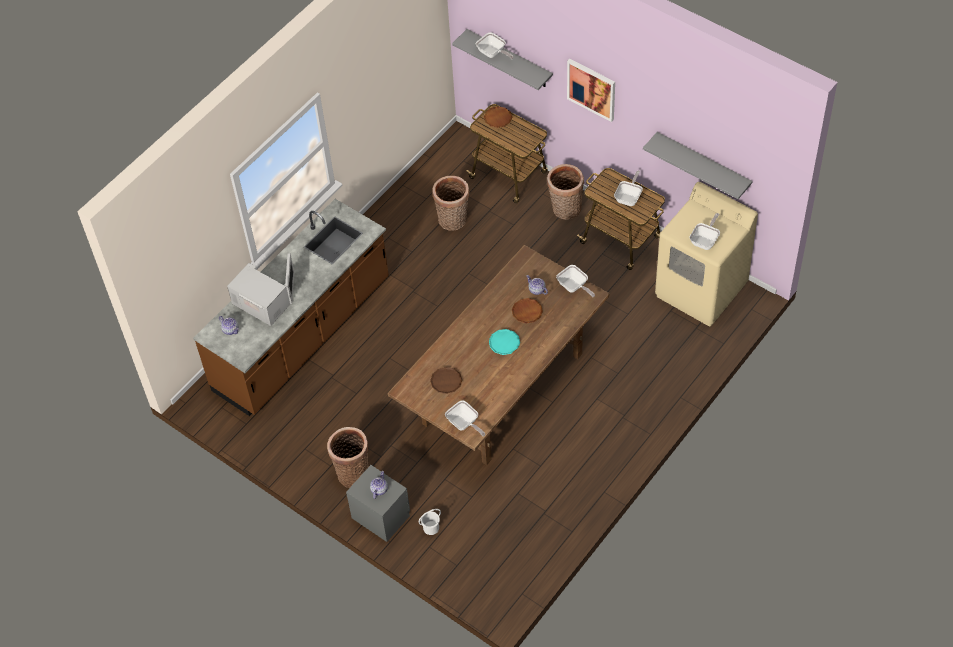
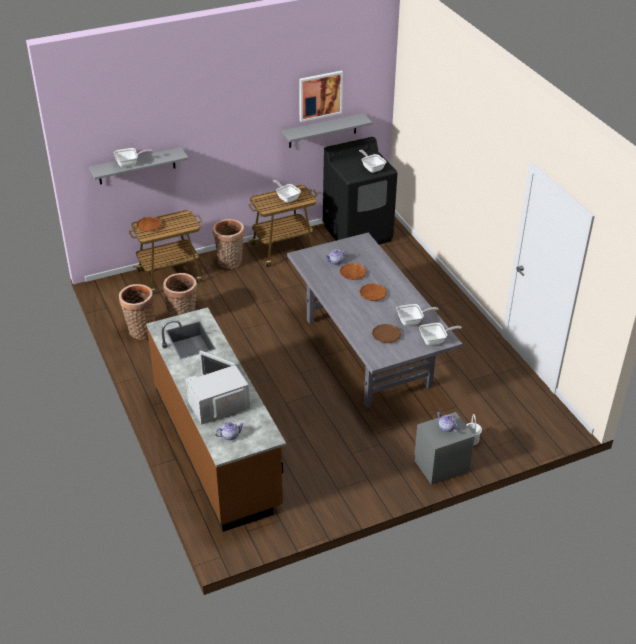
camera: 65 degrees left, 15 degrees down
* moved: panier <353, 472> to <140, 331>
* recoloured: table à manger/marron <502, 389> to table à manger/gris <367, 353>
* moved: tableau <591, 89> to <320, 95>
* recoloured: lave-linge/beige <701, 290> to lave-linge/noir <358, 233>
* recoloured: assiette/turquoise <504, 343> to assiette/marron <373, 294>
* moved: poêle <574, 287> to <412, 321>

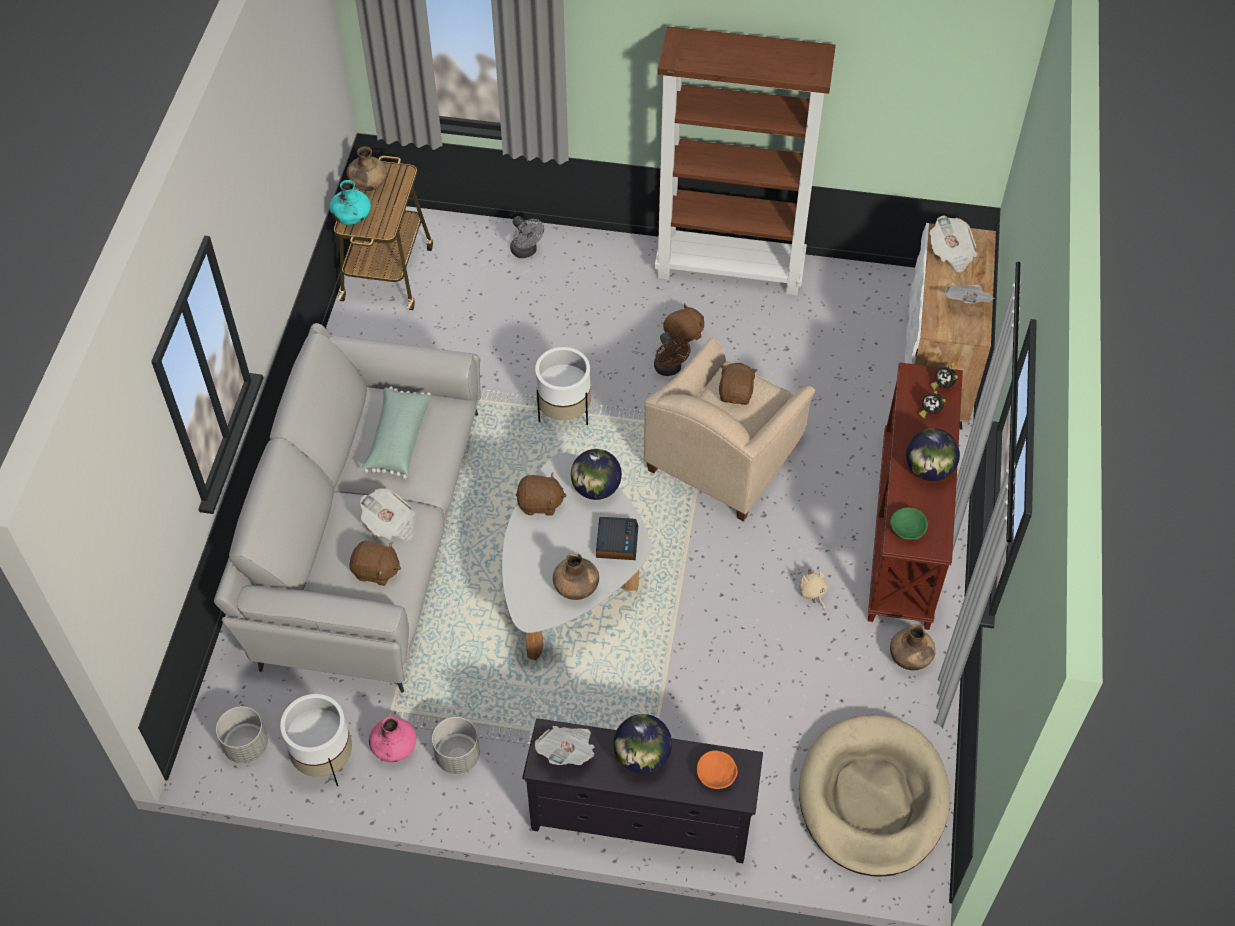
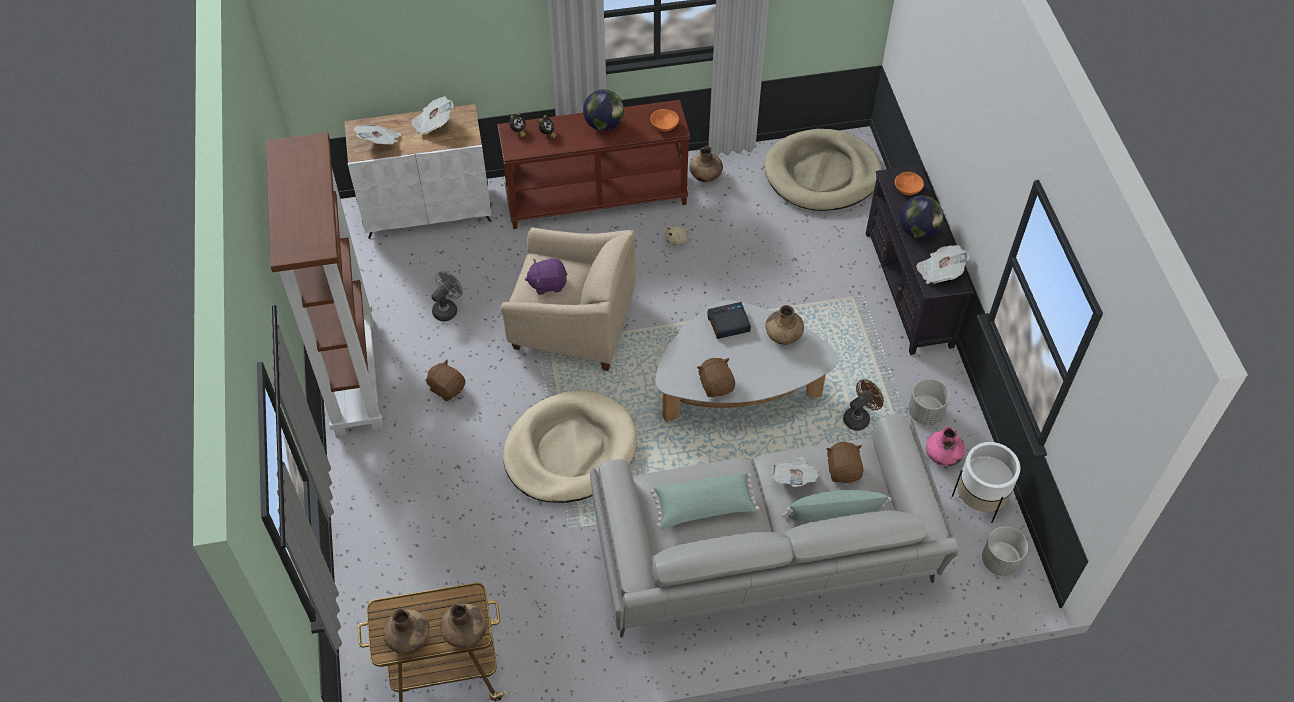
camera: 110 degrees left, 0 degrees up
* moved: ventilateur/gris <526, 252> to <447, 309>
* recoloured: vase/turquoise <352, 218> to vase/marron <465, 633>
* replaced: cache-pot/blanc <564, 413> to panier pour chien/beige <570, 450>
* recoloured: peluche/marron <736, 393> to peluche/violet <547, 284>
* recoloured: bol/vert <907, 530> to bol/orange <664, 126>
* added: coussin/vert <833, 514>
* moved: ventilateur/marron <669, 369> to <859, 417>
* removed: globe <596, 489>

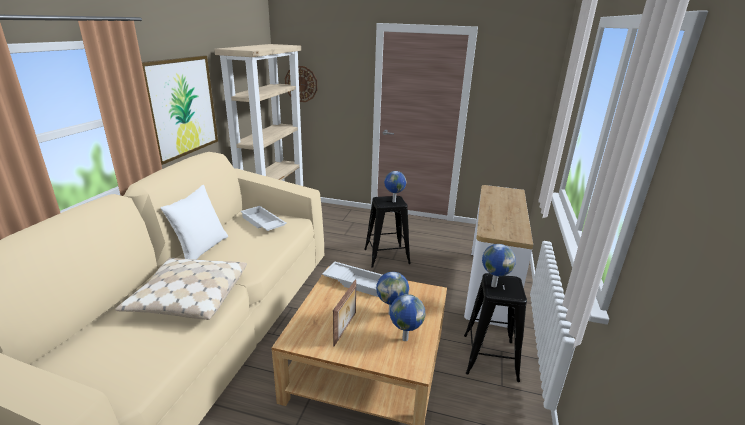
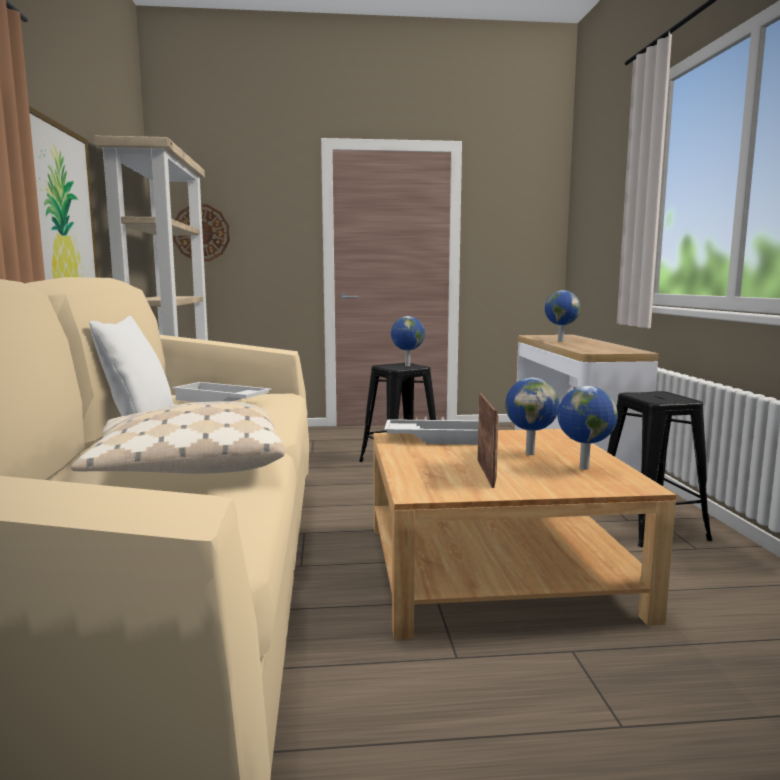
camera: 20 degrees left, 15 degrees down
* moved: globe <493, 285> to <560, 341>

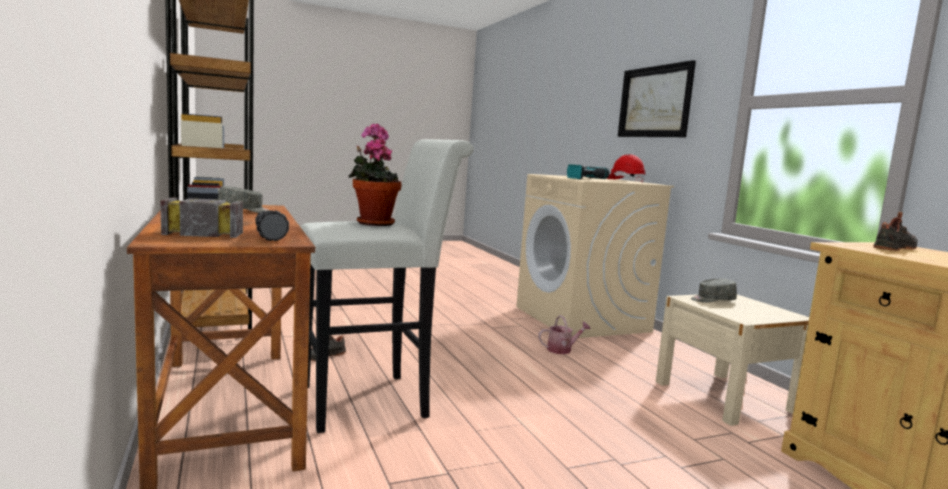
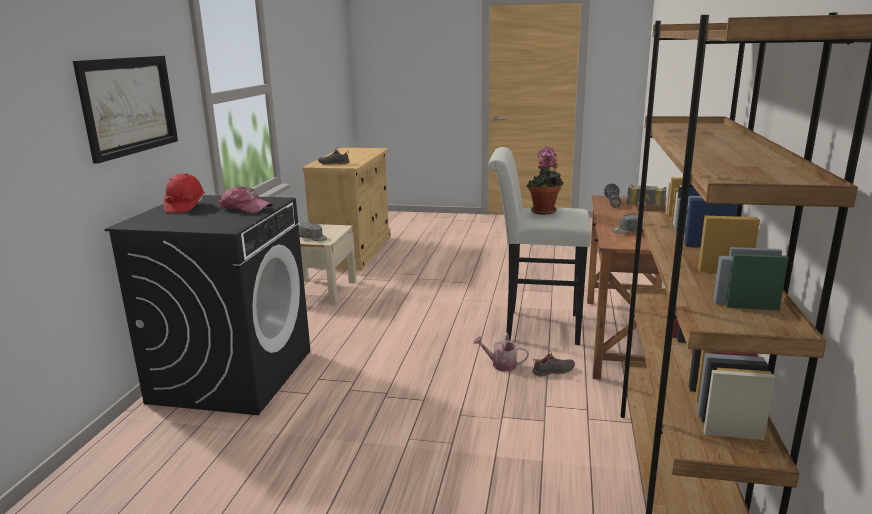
camera: 145 degrees left, 10 degrees up
* recoloured: lave-linge/beige <582, 319> to lave-linge/noir <233, 375>
* replaced: perceuse <582, 178> to casquette <245, 208>
* moved: arrosoir <562, 349> to <500, 365>

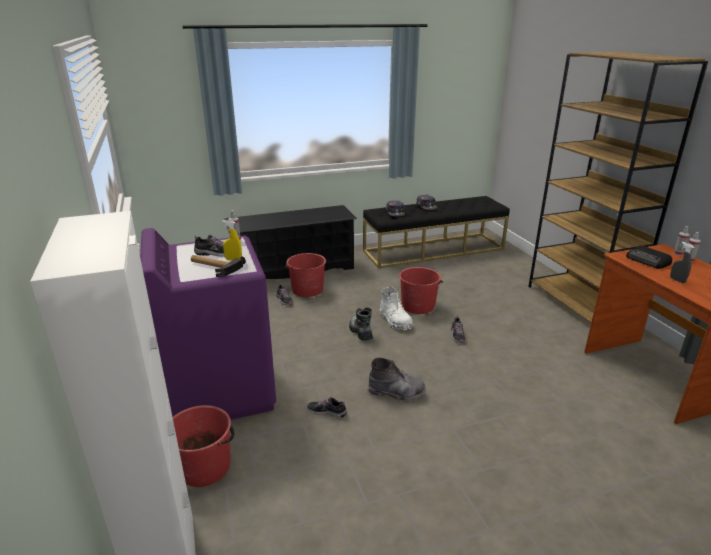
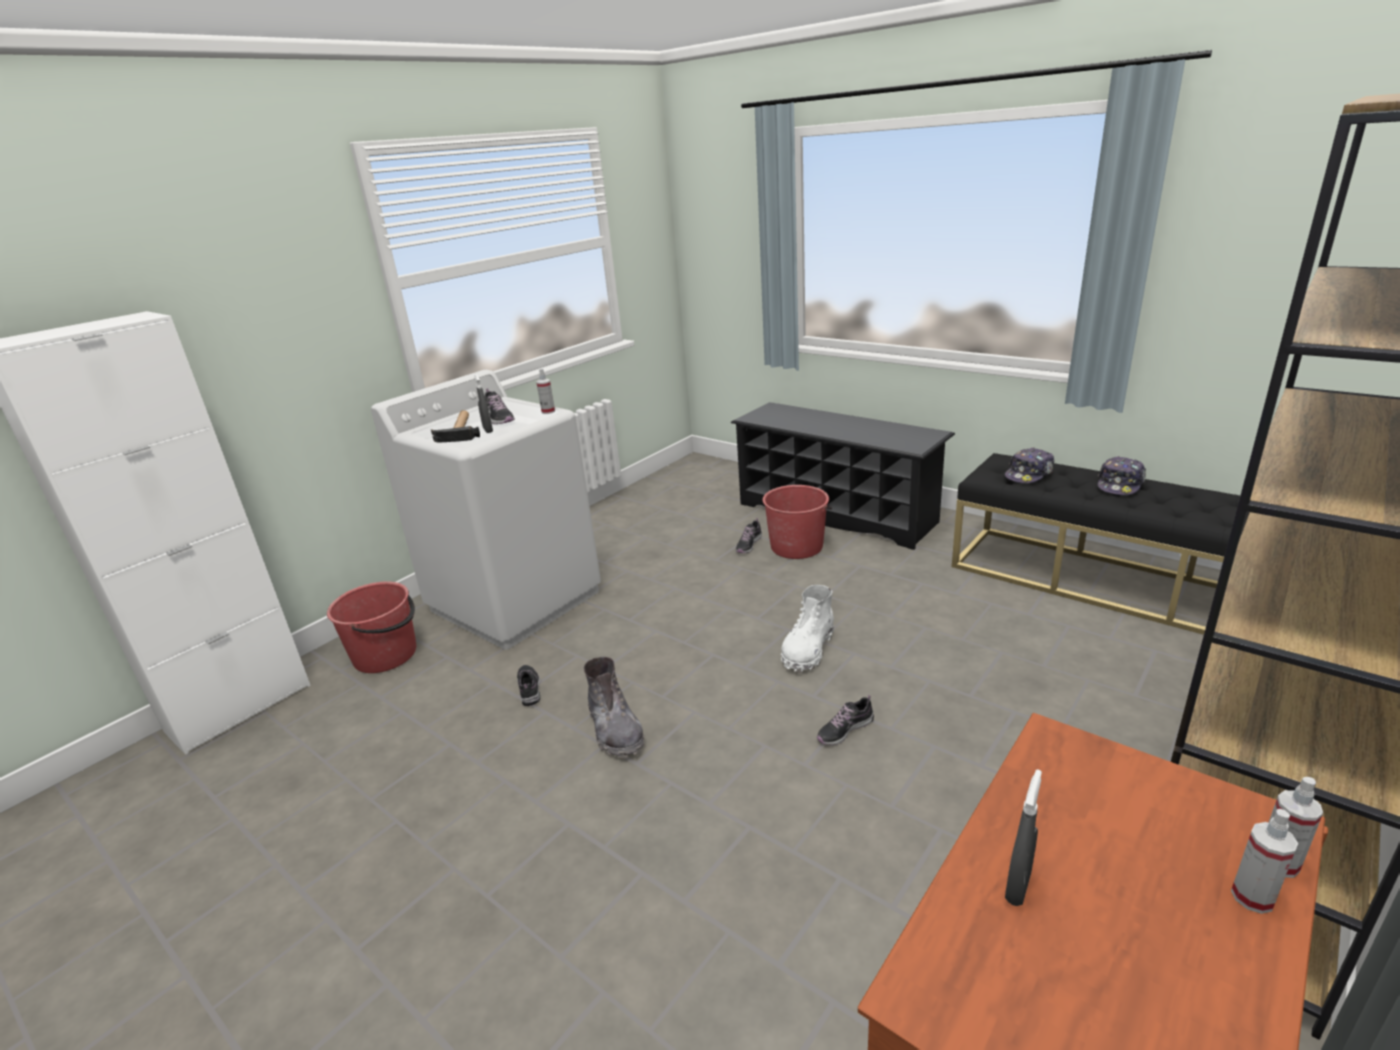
camera: 60 degrees right, 0 degrees up
* recoloured: lave-linge/violet <219, 390> to lave-linge/blanc <516, 600>
* recoloured: vaporisateur/jaune <233, 259> to vaporisateur/gris <488, 430>
* removed: botte <360, 332>
* removed: seau/rouge <418, 306>
* removed: radio <648, 261>

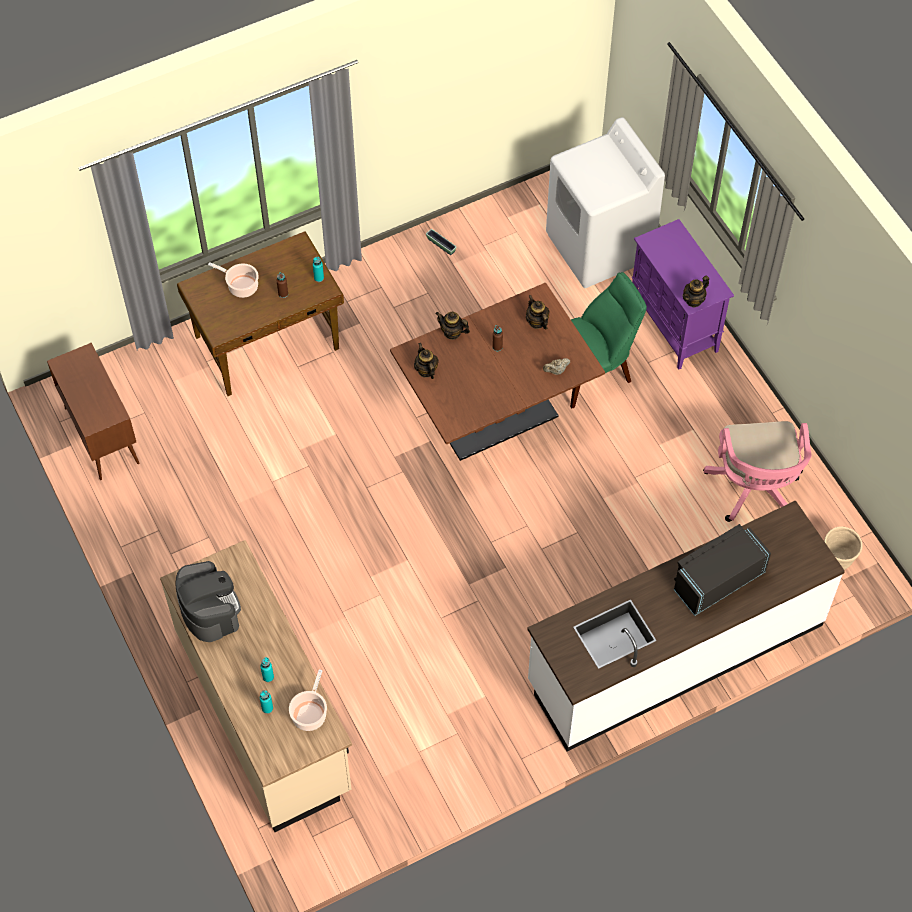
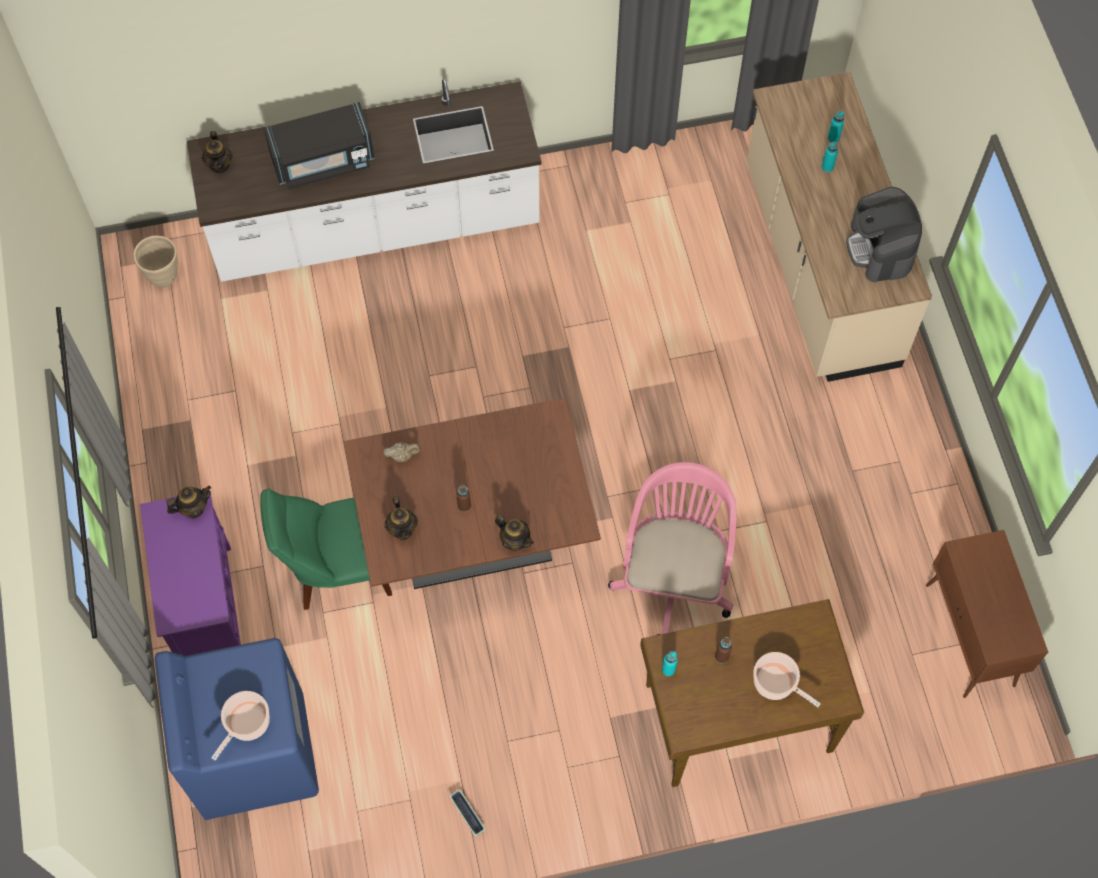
camera: 165 degrees left, 5 degrees up
* recoloured: lave-linge/blanc <599, 247> to lave-linge/bleu <254, 754>
* moved: théière <426, 370> to <220, 165>
* moved: marmite <310, 714> to <246, 724>
* moved: chaise de bureau/rose <754, 490> to <674, 577>

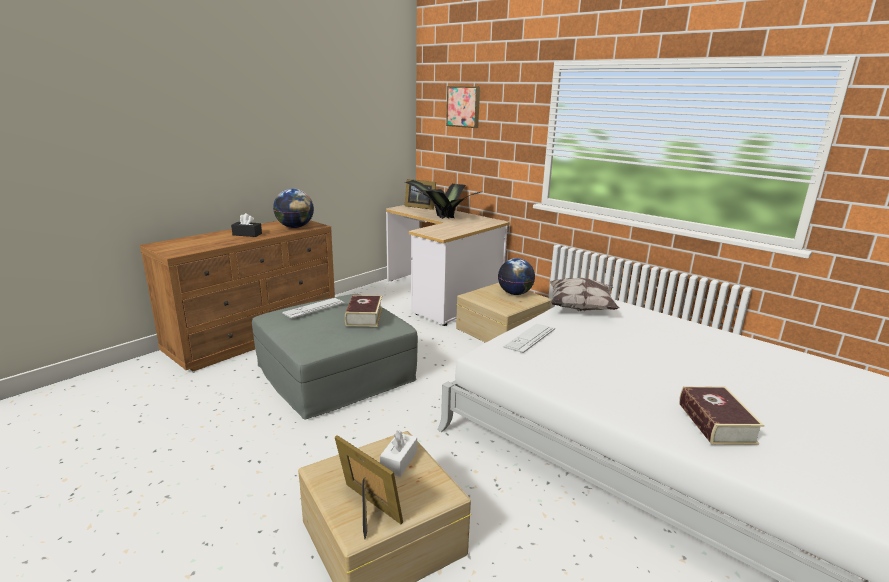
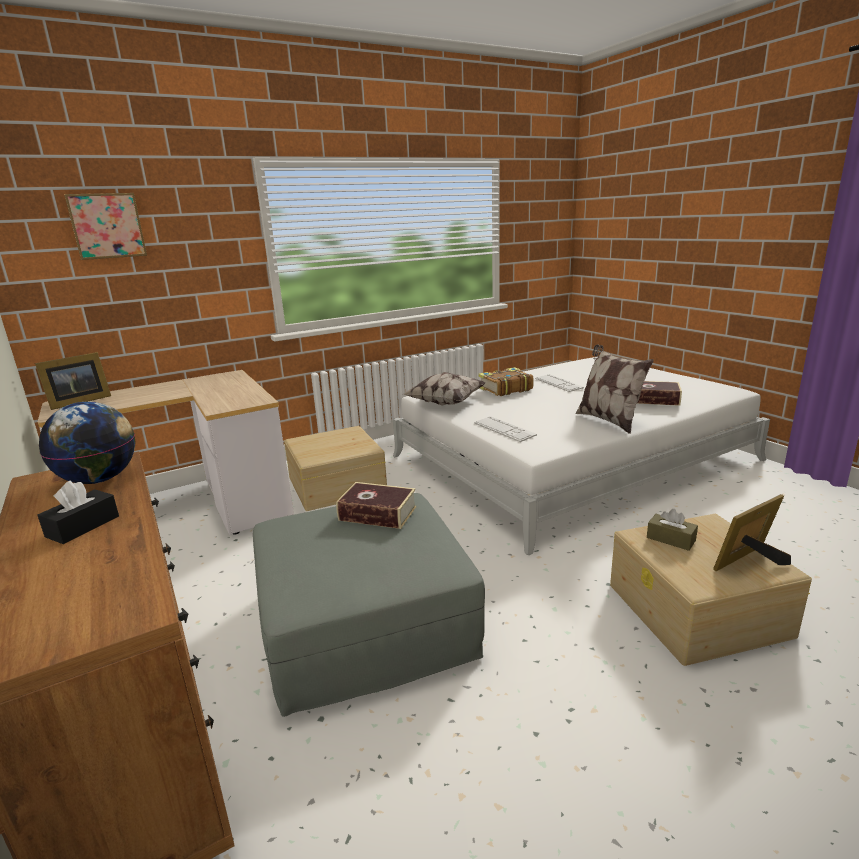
camera: 70 degrees left, 0 degrees up
* added: livre <504, 389>
* moved: clavier <314, 308> to <558, 383>
* added: coussin <608, 420>
* recoloured: boîte à mouchoirs/blanc <399, 461> to boîte à mouchoirs/marron <670, 539>
* removed: plante en pot <441, 217>
* removed: globe <515, 293>

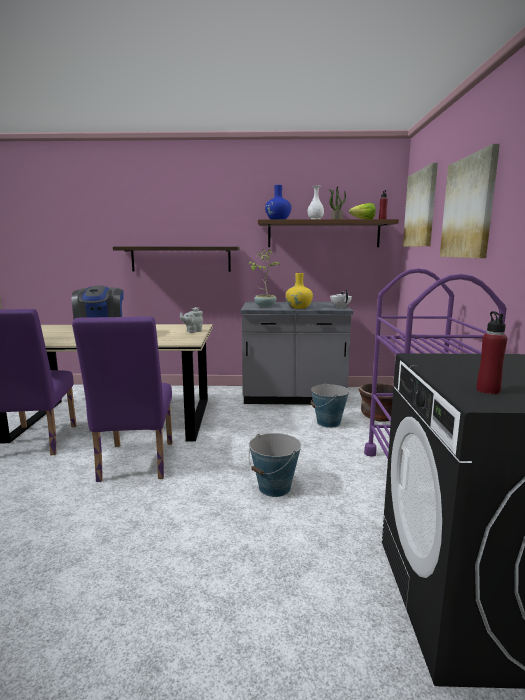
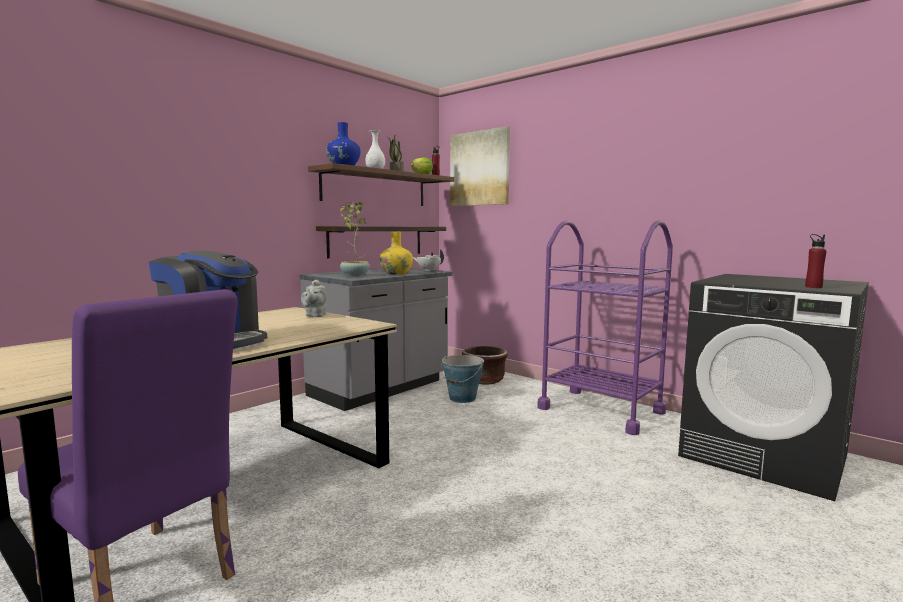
camera: 50 degrees left, 5 degrees down
* moved: étagère <181, 259> to <376, 241>
* removed: chaise/violet <135, 464>
* removed: seau <274, 488>
* removed: tableau <468, 207>

